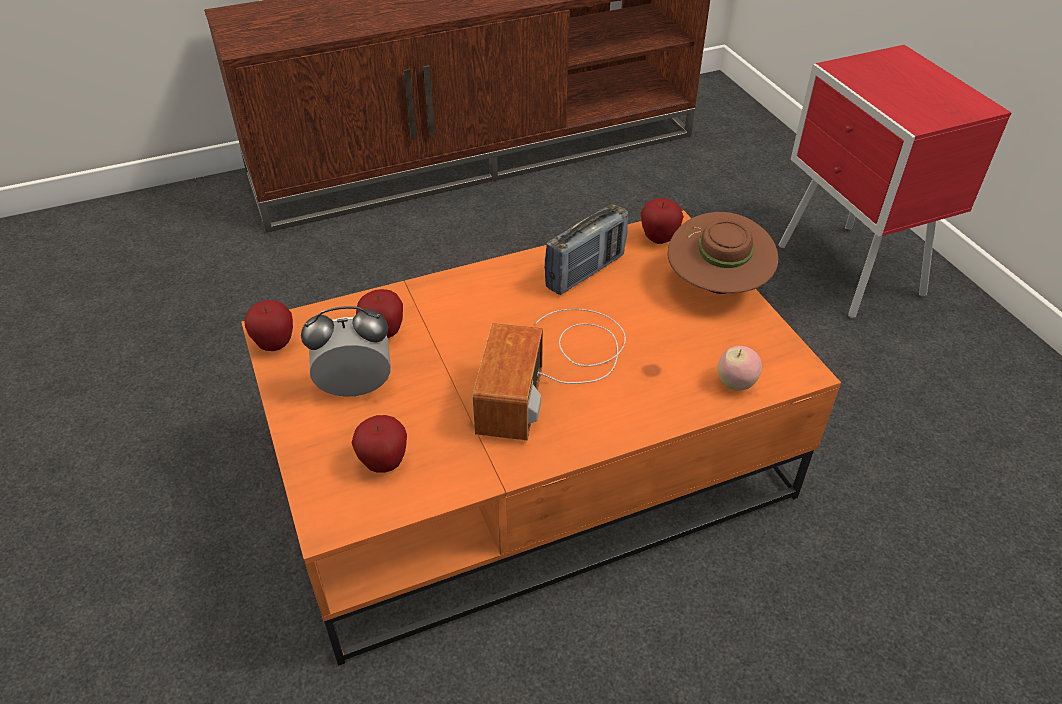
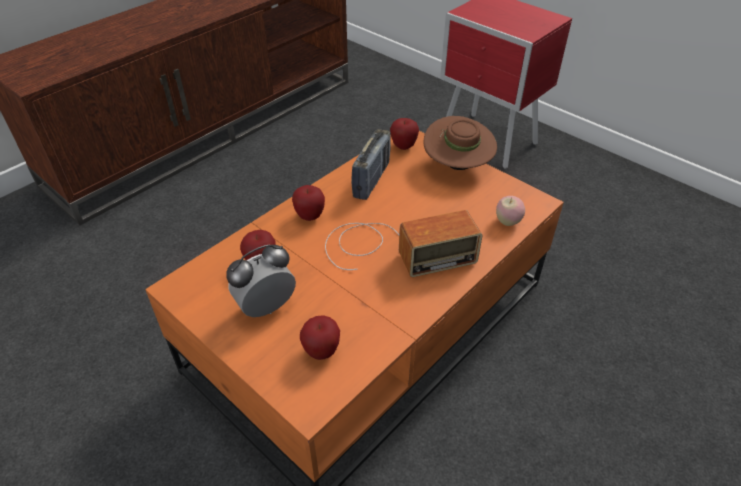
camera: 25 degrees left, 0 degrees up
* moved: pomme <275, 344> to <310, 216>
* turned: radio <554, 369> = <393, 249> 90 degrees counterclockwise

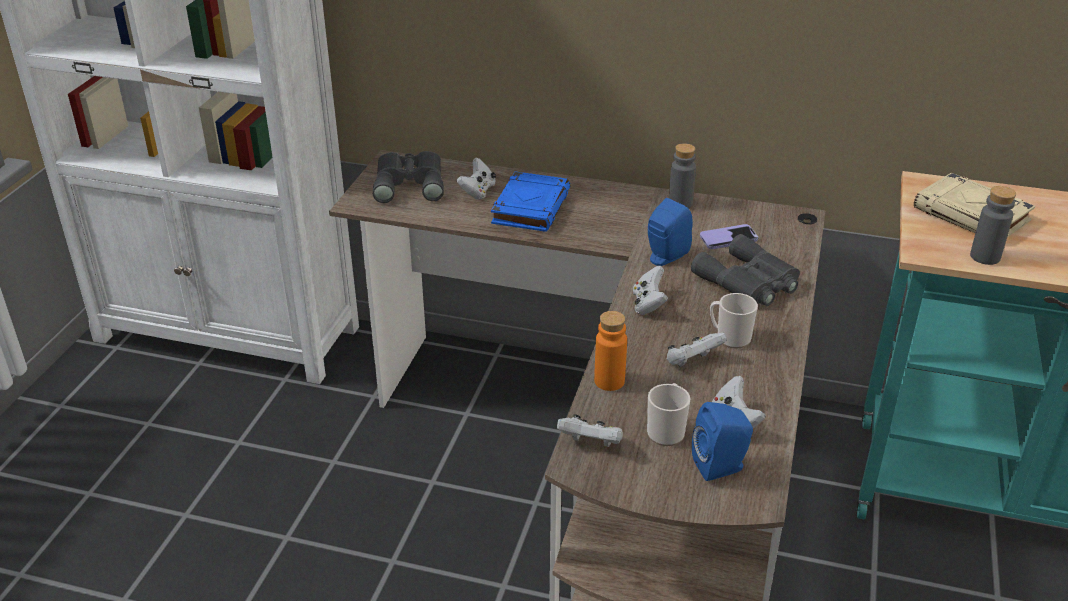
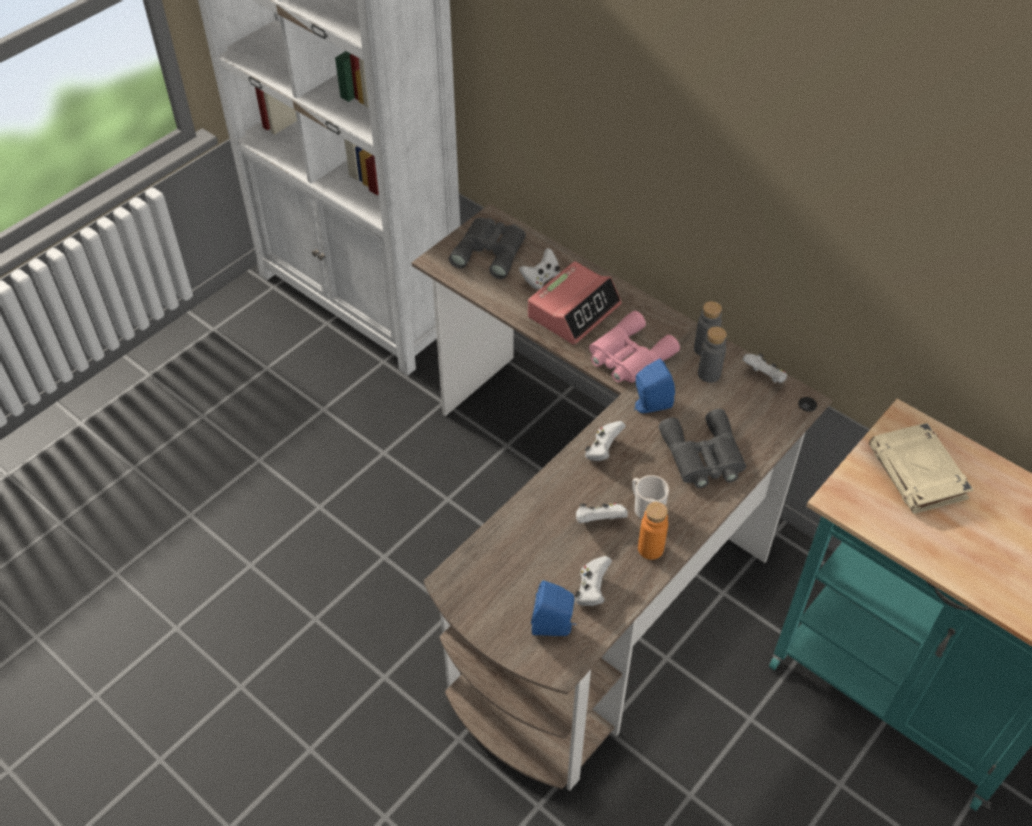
camera: 25 degrees right, 15 degrees up
* replaced: livre/bleu <530, 207> to réveil <574, 311>
* added: jumelles/rose <628, 356>
* moved: bouteille/orange <609, 381> to <650, 549>
* moved: bouteille/gris <985, 257> to <709, 374>
* moved: manette/blanc <591, 444> to <764, 377>
* removed: mug <666, 430>
* removed: téléphone <728, 238>

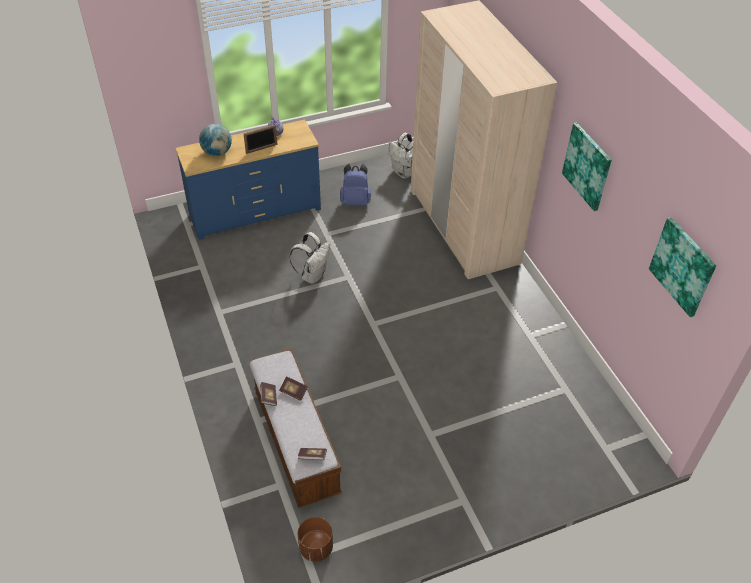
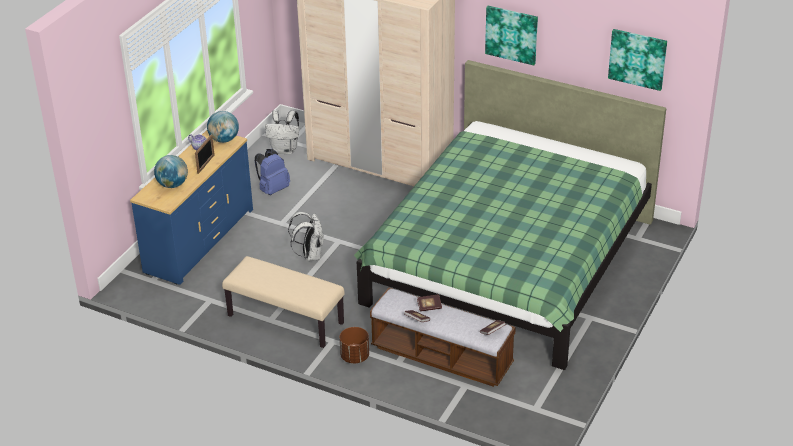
camera: 40 degrees left, 10 degrees down
* added: globe <224, 140>
* added: banc/beige <285, 320>
* moved: cache-pot/marron <315, 548> to <354, 357>
* added: lit/vert <509, 262>

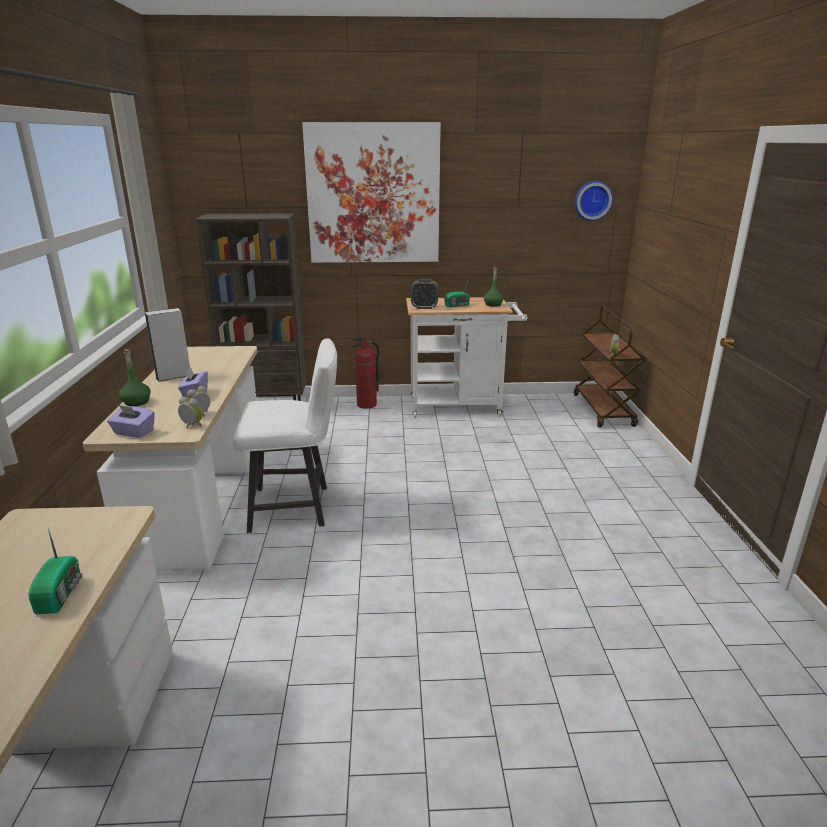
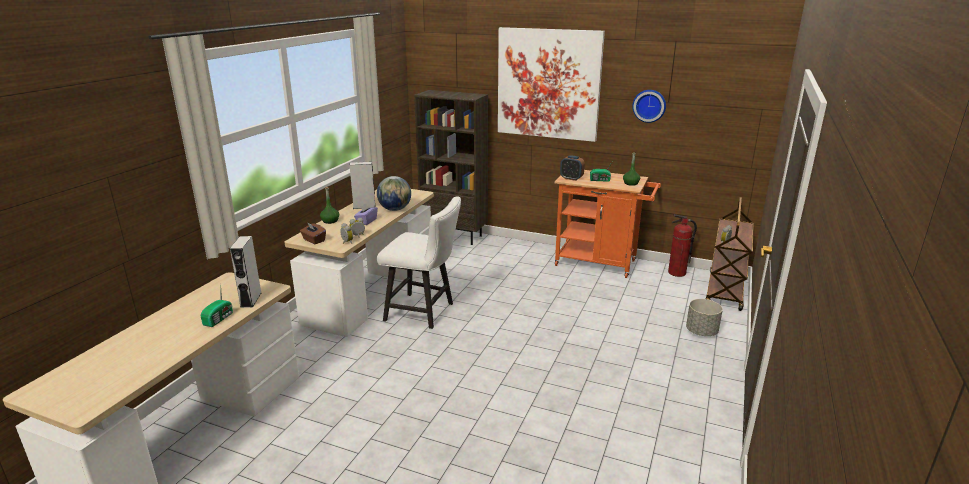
camera: 25 degrees right, 0 degrees up
* added: enceinte/gris <251, 299>
* recoloured: boîte à mouchoirs/violet <133, 432> to boîte à mouchoirs/marron <313, 240>
* added: globe <395, 209>
* recoloured: chariot/blanc <461, 406> to chariot/orange <601, 263>
* moved: horloge murale <592, 200> to <649, 105>
* moved: extincteur <366, 405> to <677, 273>
* added: cache-pot/gris <701, 332>

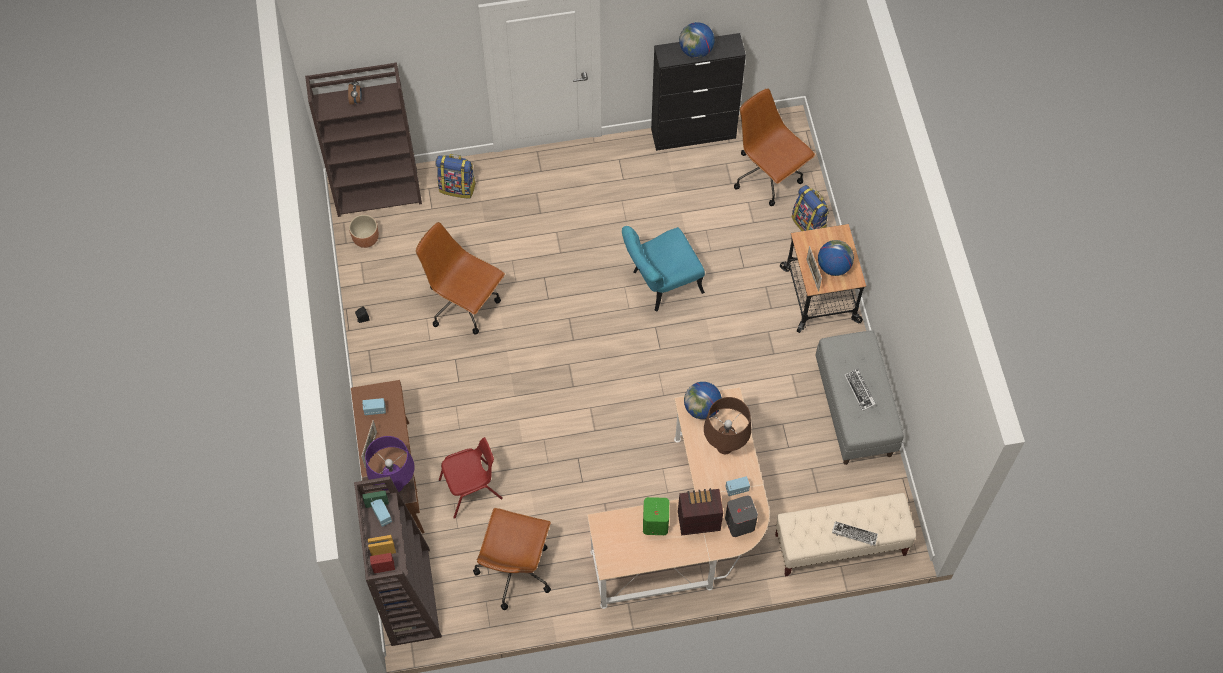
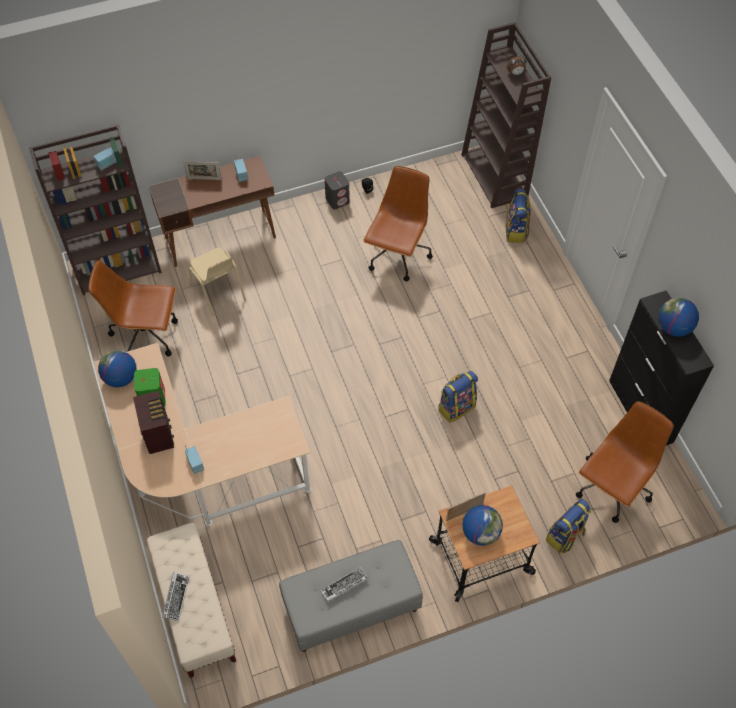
camera: 80 degrees right, 5 degrees down
* moved: globe <702, 408> to <120, 378>
* recoloured: chaise/rouge <471, 490> to chaise/beige <218, 293>
* moved: enceinte/gris <739, 523> to <337, 200>
* replaced: chaise/turquoise <660, 284> to sac à dos <456, 407>
* removed: cache-pot/marron <366, 238>
* removed: lampe de table/violet <395, 486>
* removed: lampe de table/marron <724, 447>

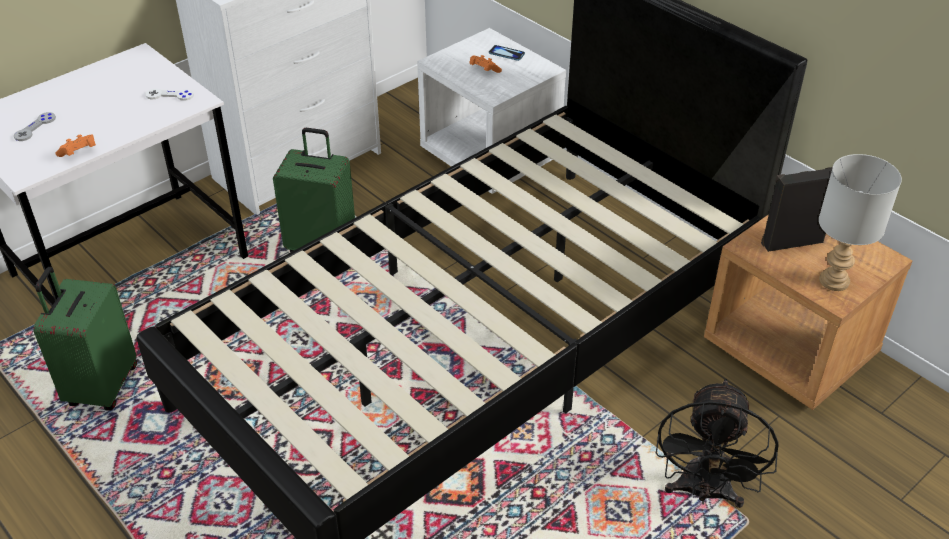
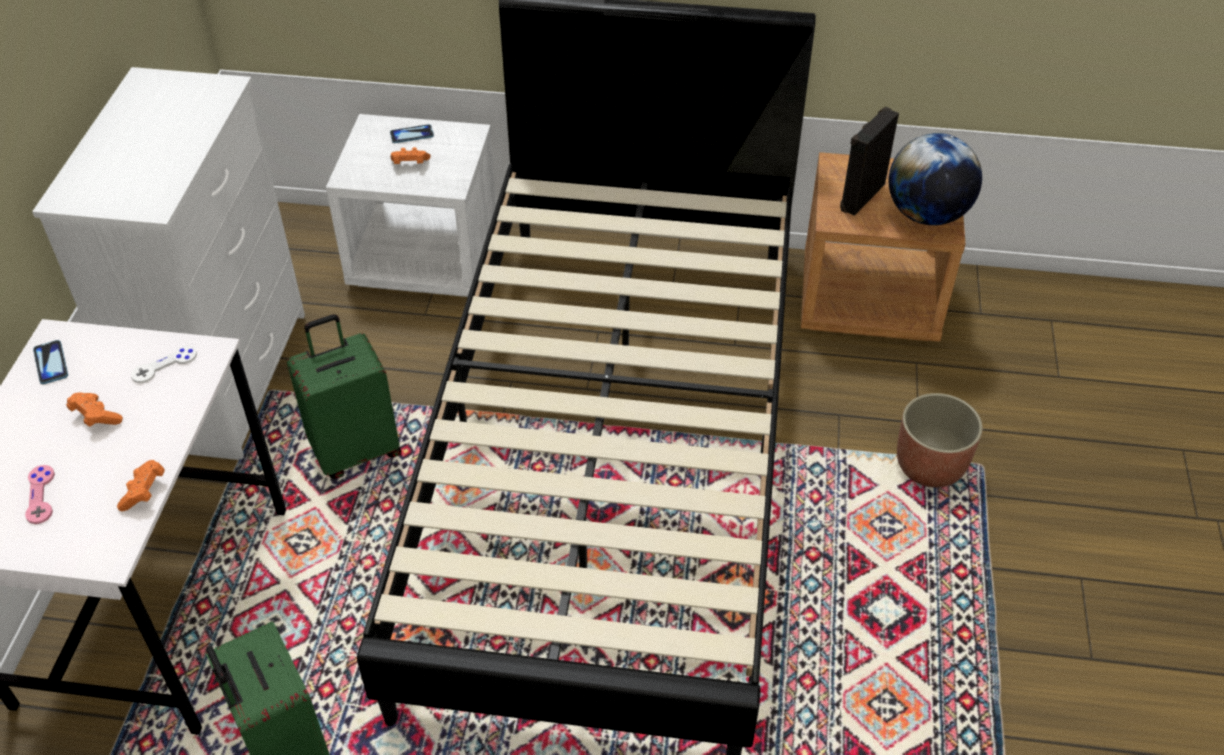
camera: 40 degrees left, 5 degrees up
* recoloured: manette/gris <35, 128> to manette/rose <41, 495>
* added: téléphone <51, 363>
* added: manette/orange <96, 417>
* replaced: lampe de table/gris <833, 281> to globe <926, 214>
* replaced: ventilateur/noir <704, 493> to cache-pot <930, 465>

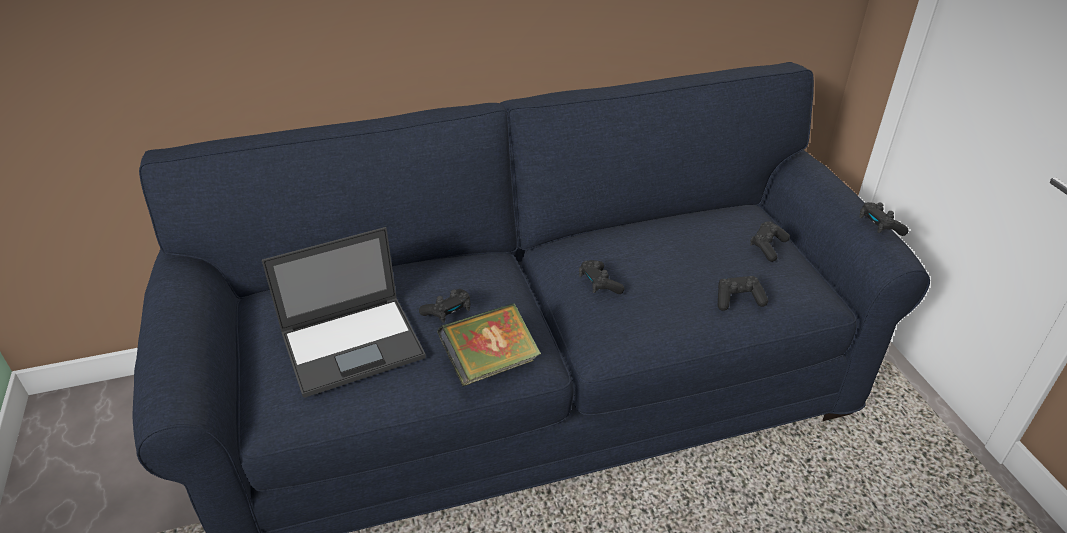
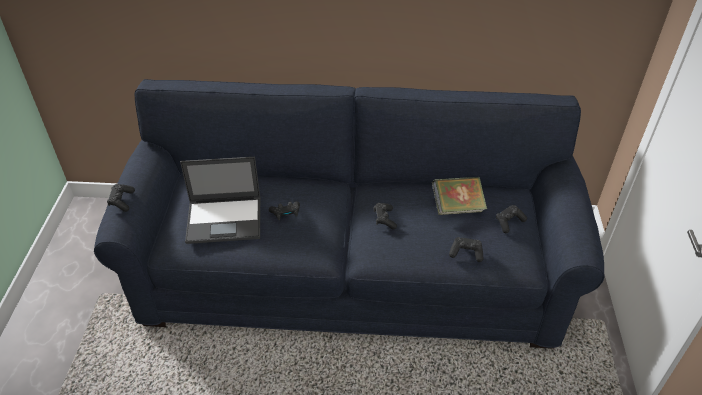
camera: 20 degrees right, 5 degrees up
* moved: manette/noir <879, 226> to <122, 201>
* moved: livre <490, 364> to <457, 207>

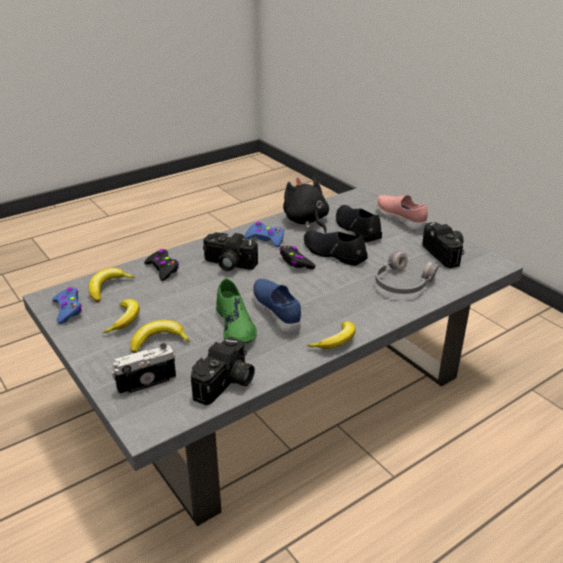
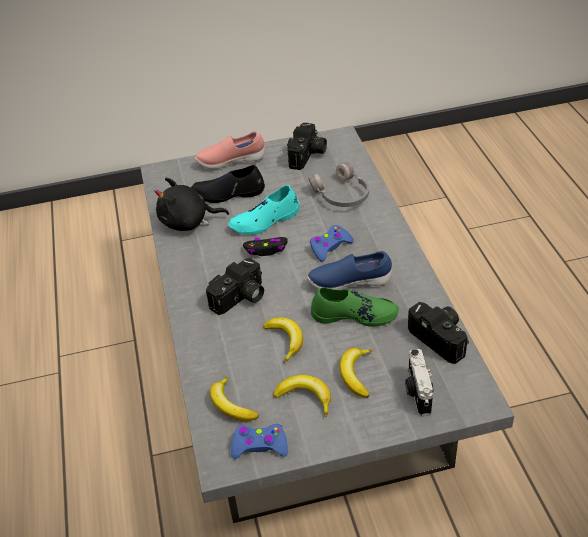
camera: 65 degrees left, 10 degrees up
* recoloured: chaussure/noir <333, 253> to chaussure/turquoise <265, 221>
* moved: banane <336, 341> to <285, 340>
* turned: appareil photo <446, 253> = <308, 156> 105 degrees clockwise
* moved: manette/bleu <265, 239> to <330, 247>
* removed: manette/noir <163, 269>

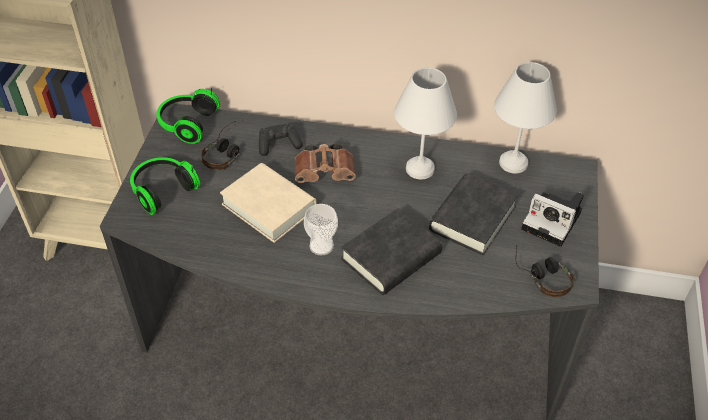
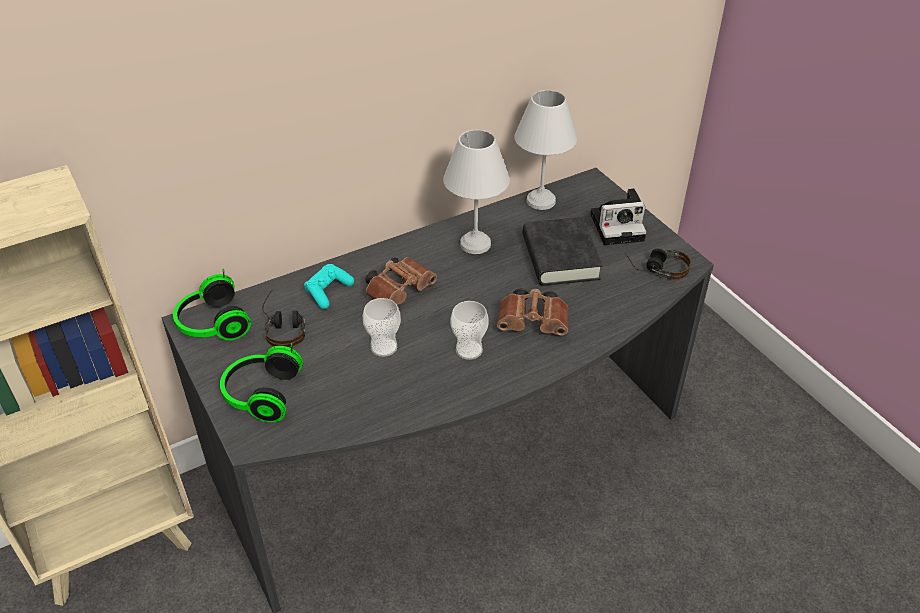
camera: 40 degrees left, 5 degrees down
* recoloured: manette/noir <278, 145> to manette/turquoise <328, 292>
* replaced: livre/beige <269, 207> to tasse <384, 347>
* replaced: livre/noir <391, 257> to jumelles/marron <535, 323>

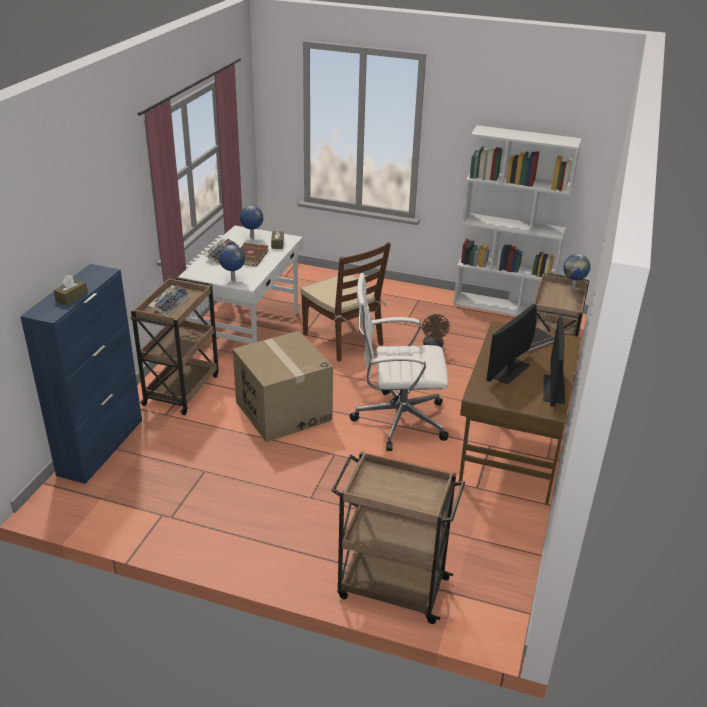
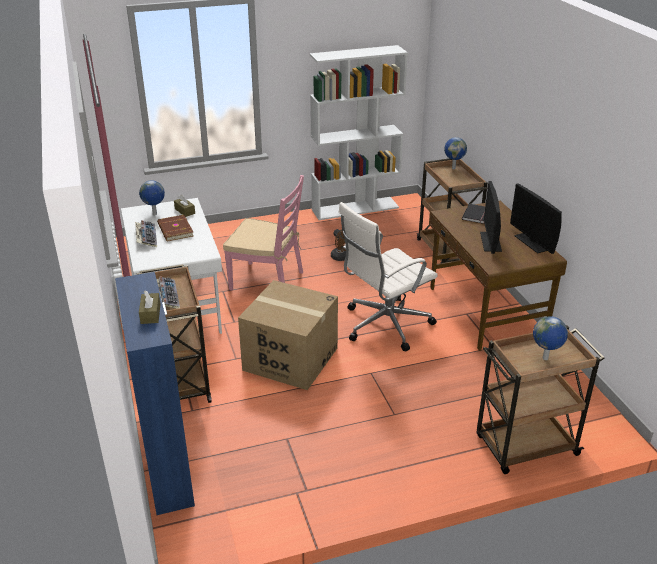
camera: 35 degrees left, 0 degrees up
* recoloured: chaise/marron <343, 339> to chaise/rose <267, 281>
* moved: globe <233, 280> to <545, 359>

